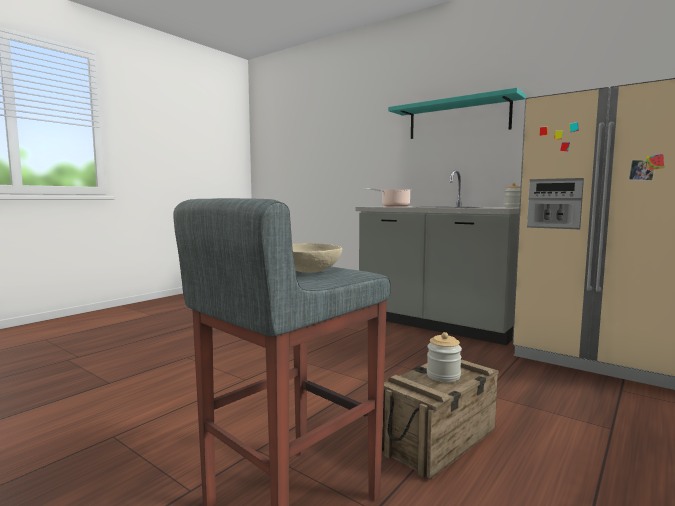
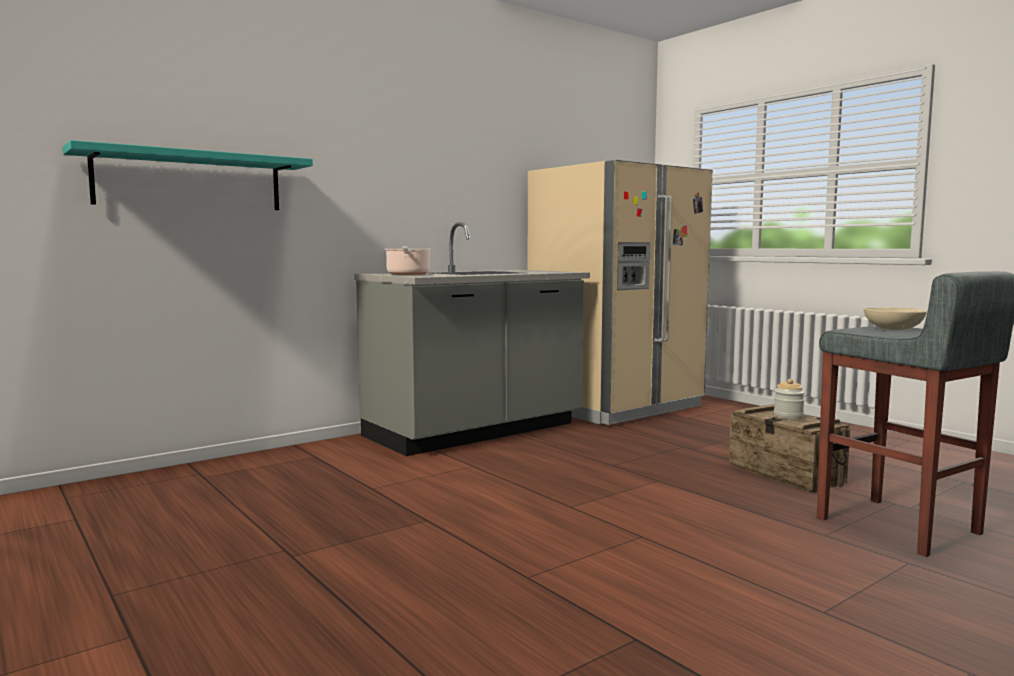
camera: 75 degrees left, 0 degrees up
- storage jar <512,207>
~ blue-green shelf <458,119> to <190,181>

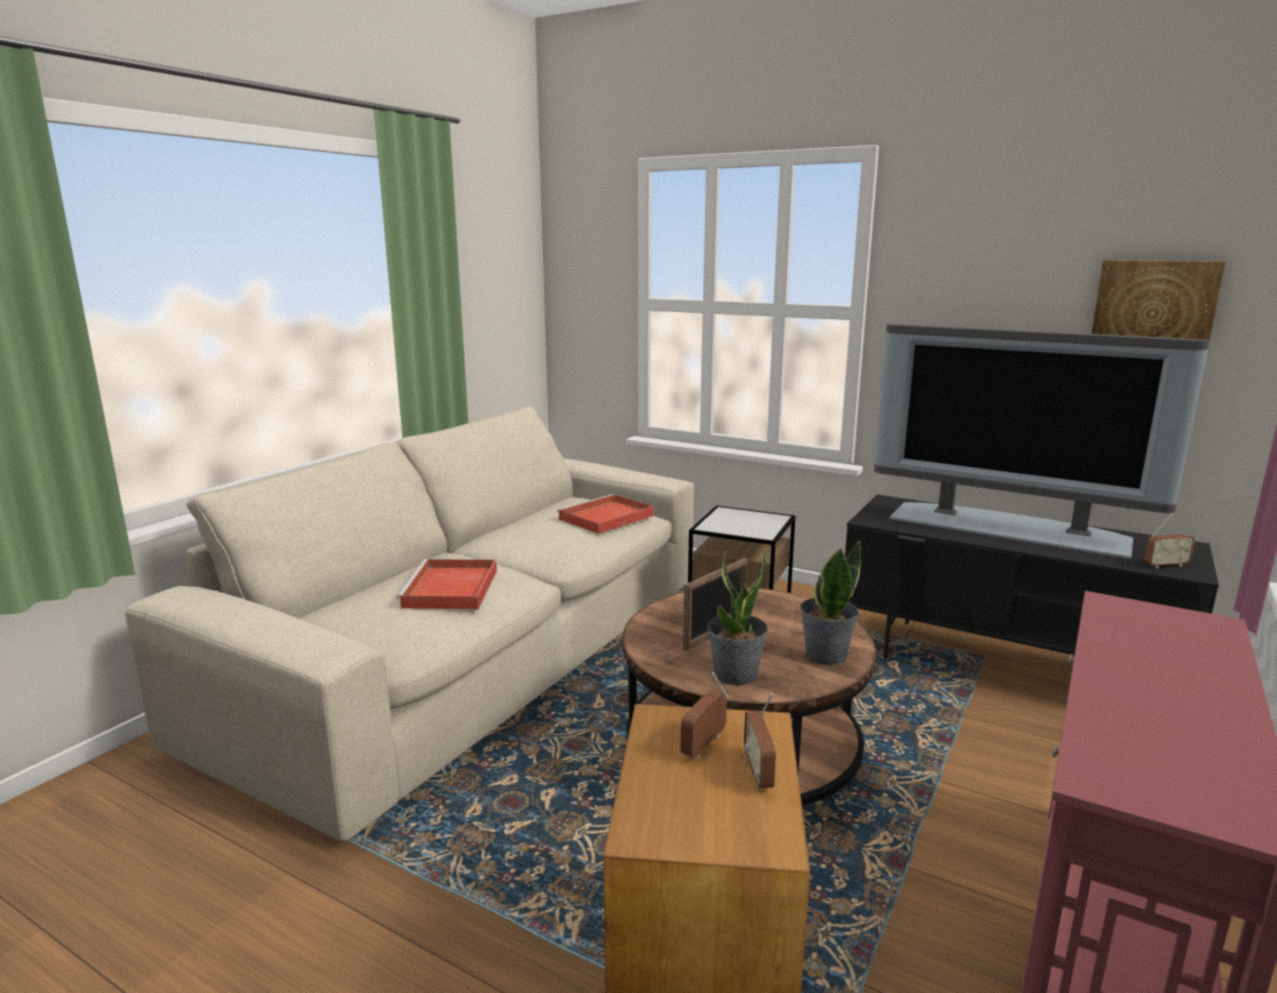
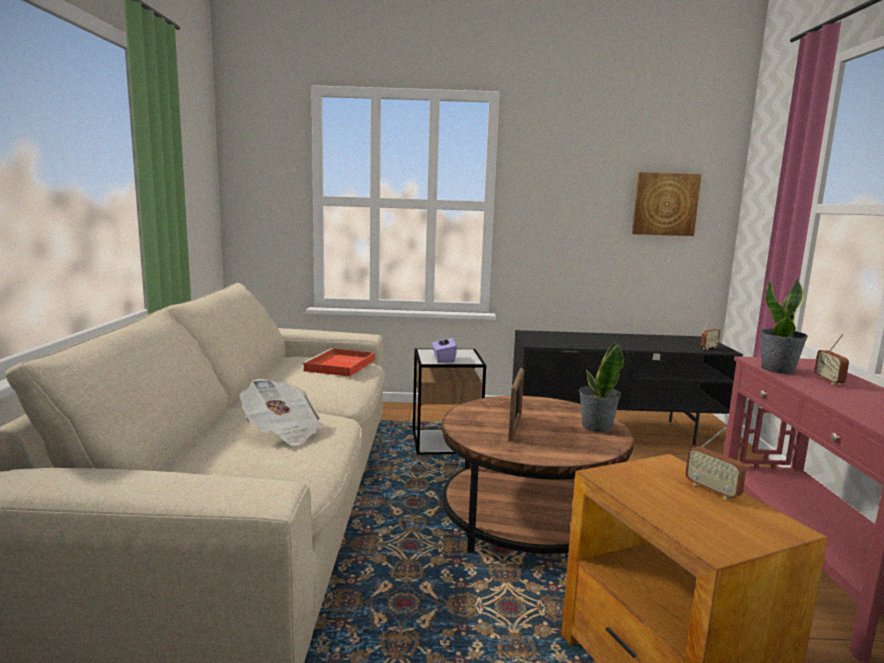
camera: 30 degrees left, 5 degrees down
- TV <1007,527>
+ purple tissue box <443,359>
~ radio receiver <704,745> to <829,381>
~ potted plant <735,675> to <778,369>
~ red carrying tray <451,589> to daily paper <282,431>

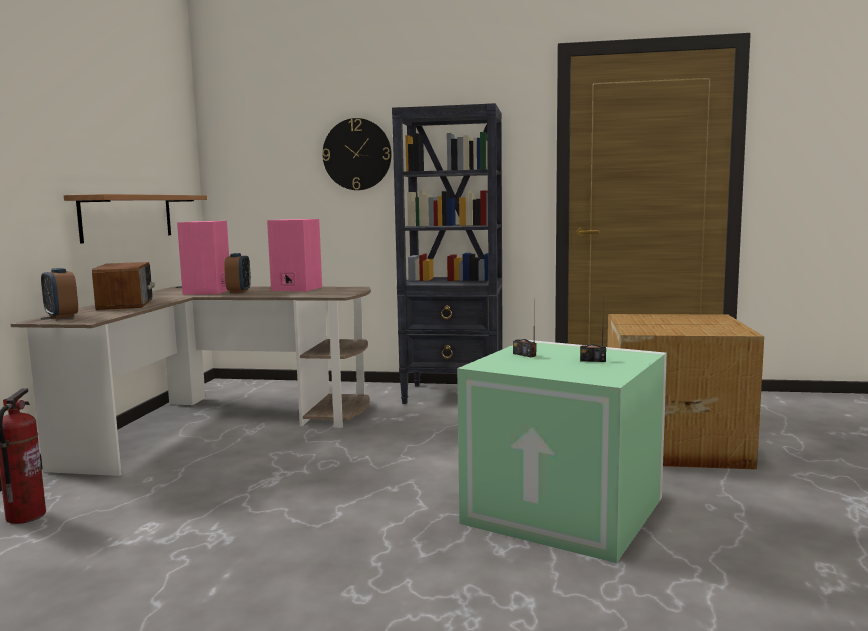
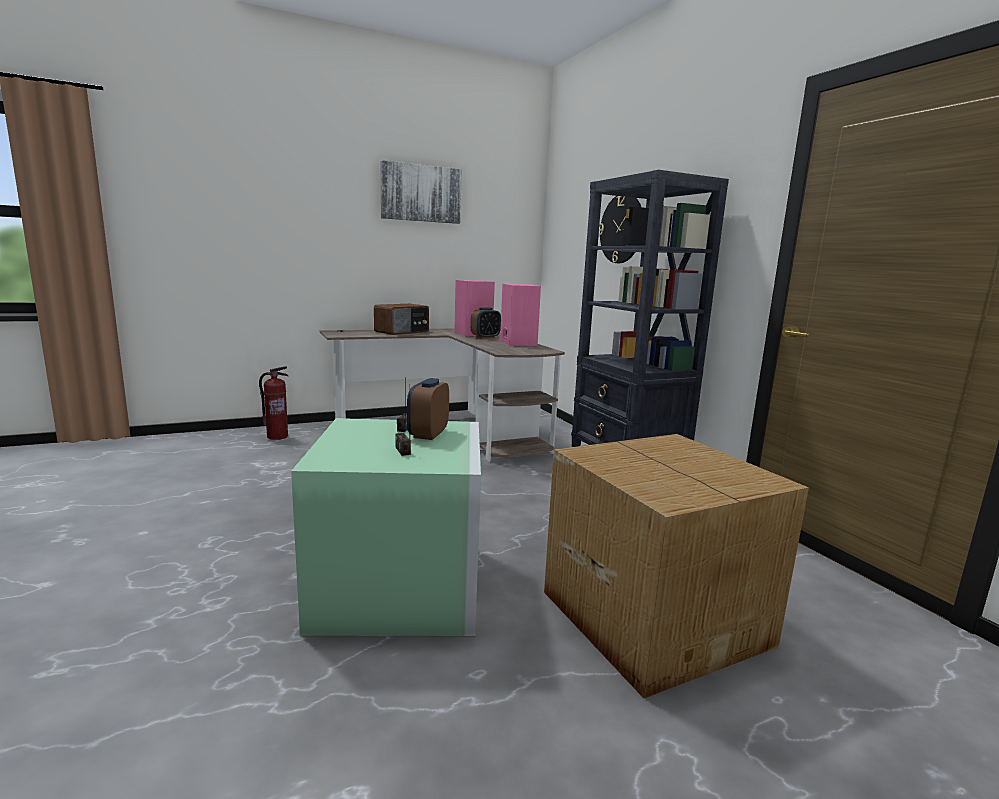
camera: 55 degrees right, 5 degrees up
- shelf <127,217>
+ wall art <421,193>
~ bedside clock <61,316> to <428,434>

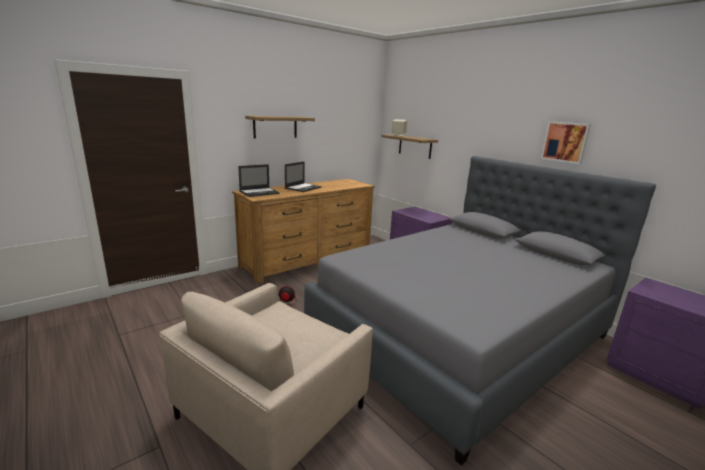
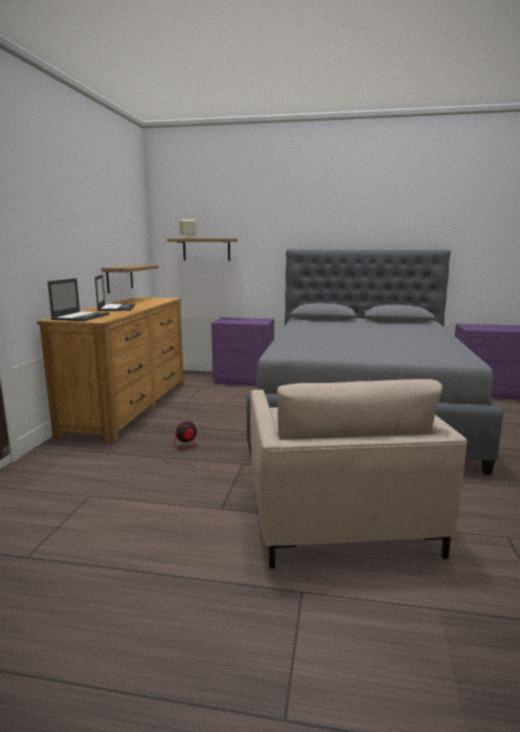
camera: 40 degrees left, 5 degrees down
- wall art <565,142>
~ shelf <275,127> to <119,278>

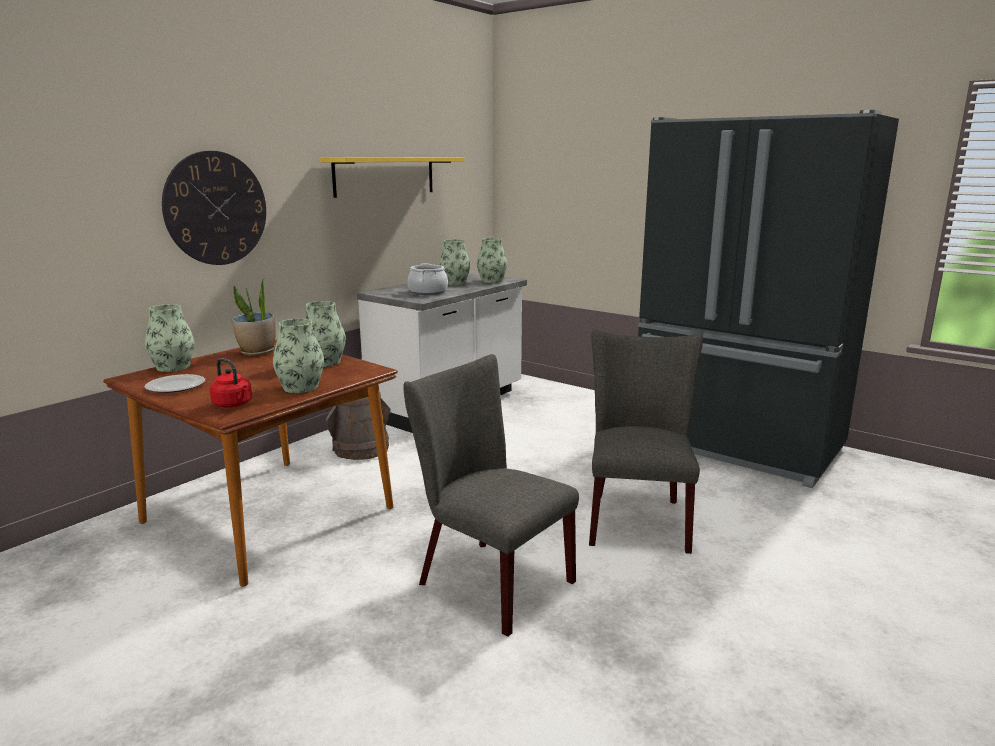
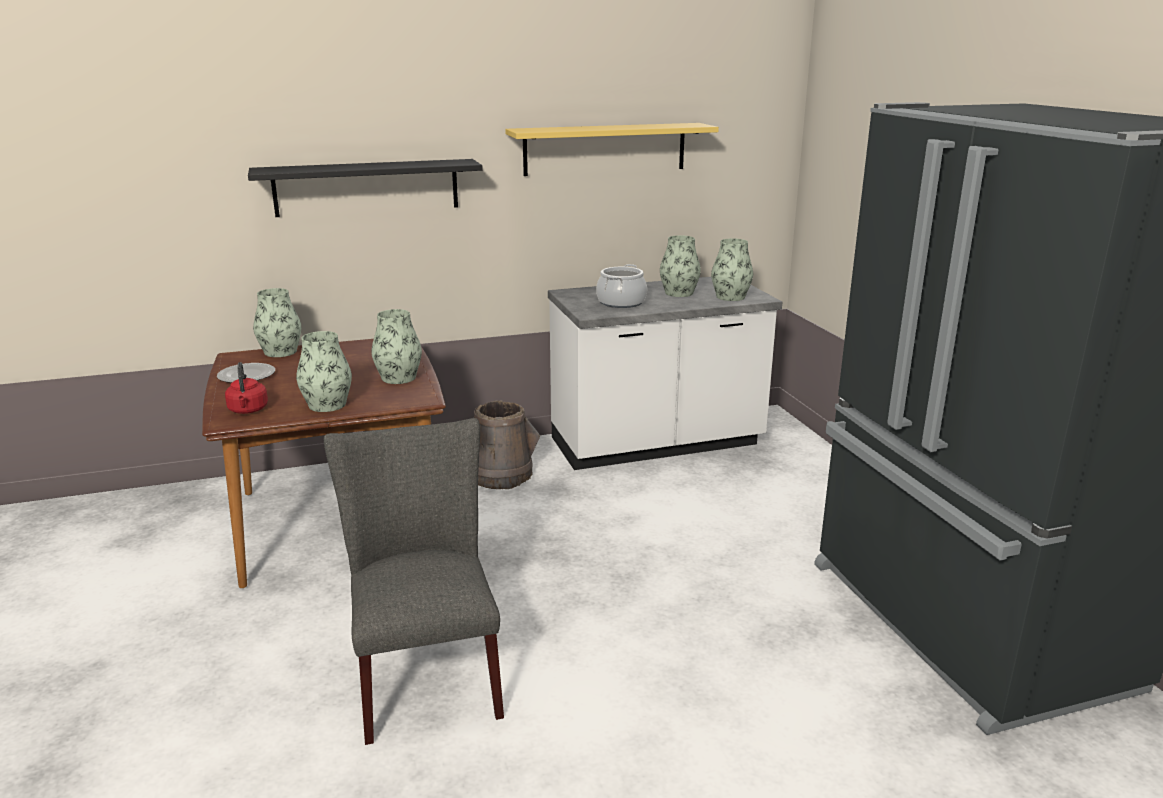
camera: 35 degrees right, 5 degrees up
- potted plant <257,352>
- greyish plain chair <636,517>
~ wall clock <216,208> to blackish shelf <367,187>

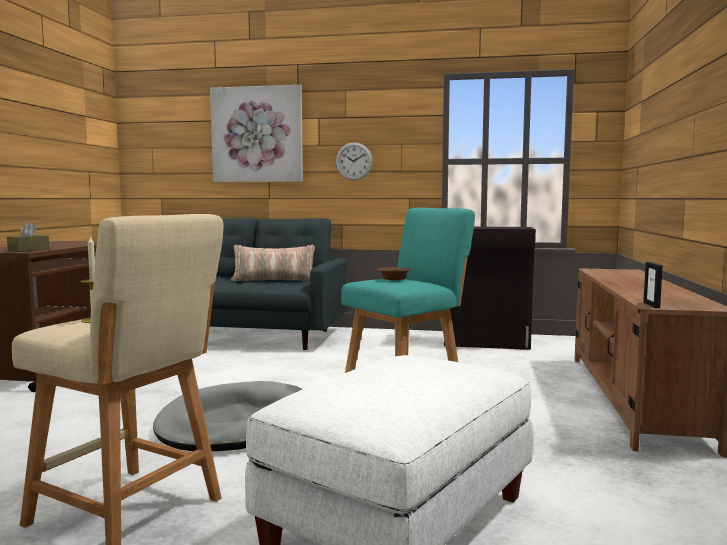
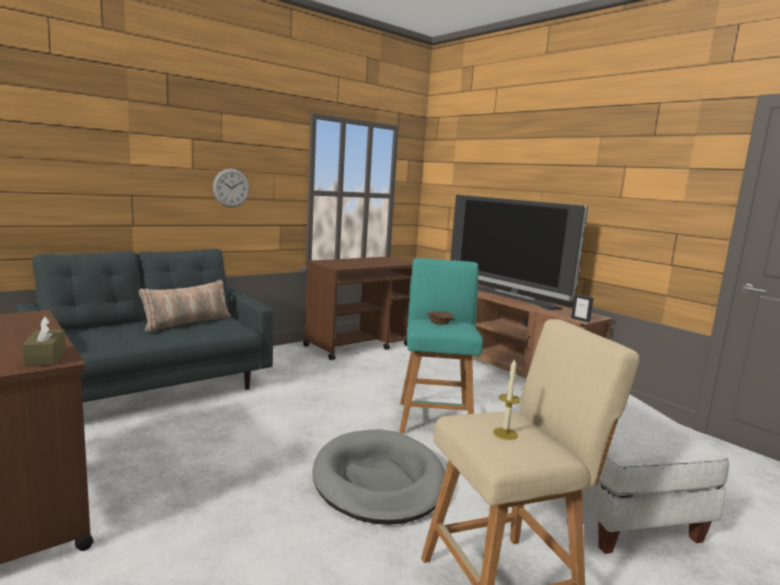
camera: 50 degrees left, 5 degrees up
- wall art <257,134>
+ TV <510,297>
~ blackish cupboard <487,343> to brown-coloured cart <358,345>

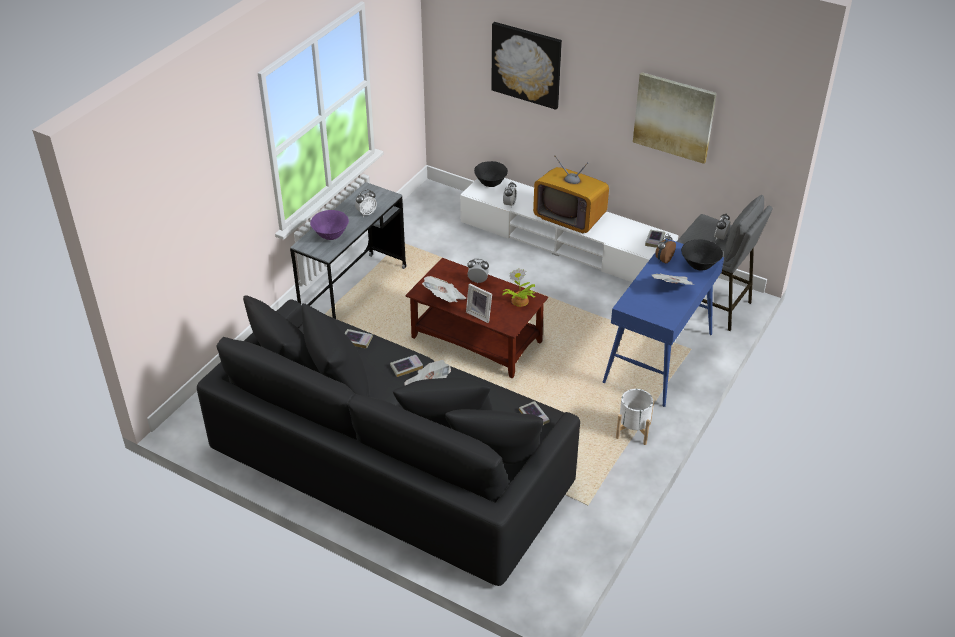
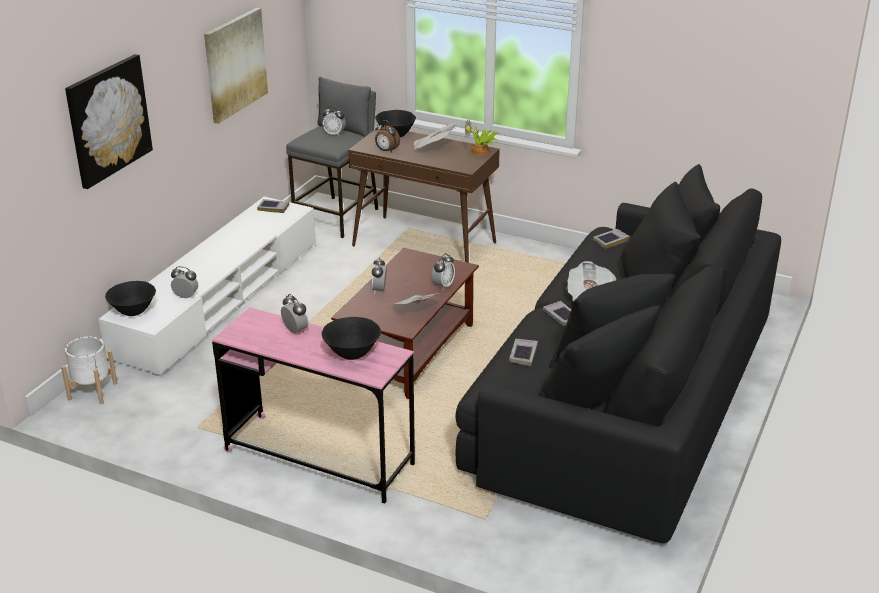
camera: 95 degrees left, 10 degrees down
- TV <570,217>
~ potted plant <519,301> to <481,151>
~ white-coloured flower pot <633,431> to <92,391>
~ standing frame <480,314> to bedside clock <443,286>
~ greyish desk <354,294> to pinkish desk <319,458>
~ purple bowl <331,236> to blackish bowl <352,354>
~ bluish narrow table <658,358> to brown-coloured narrow table <425,244>

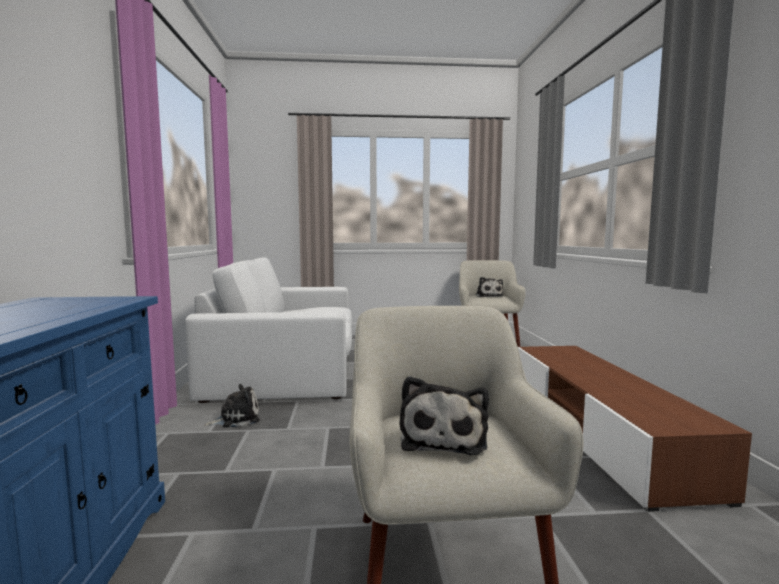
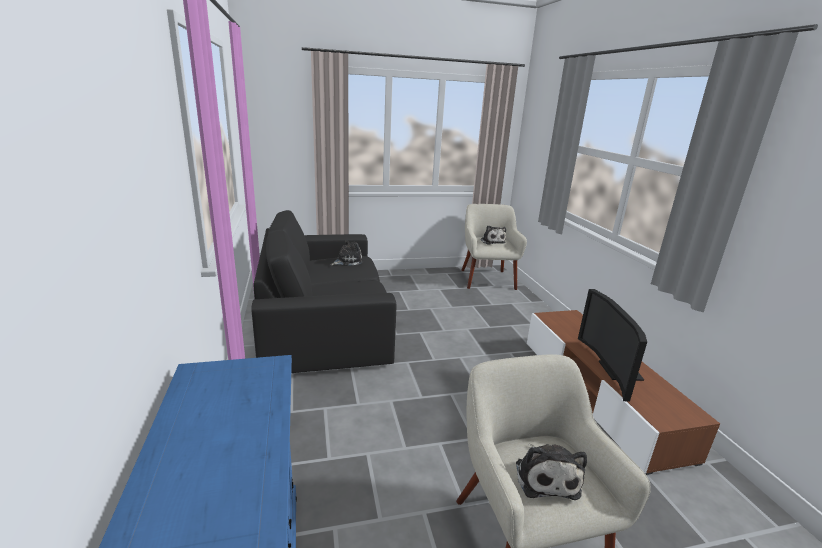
camera: 10 degrees left, 15 degrees up
+ TV <614,370>
~ plush toy <236,419> to <347,261>
~ white-coloured couch <289,368> to blackish couch <324,322>

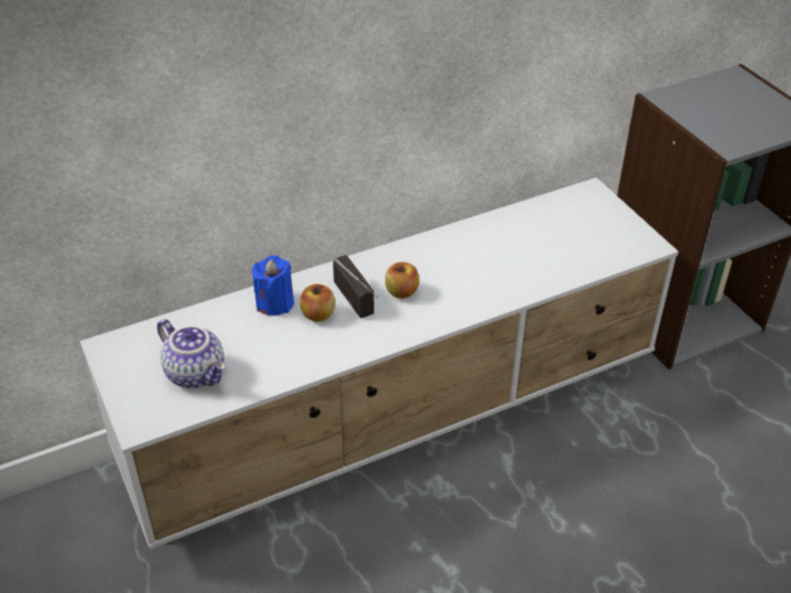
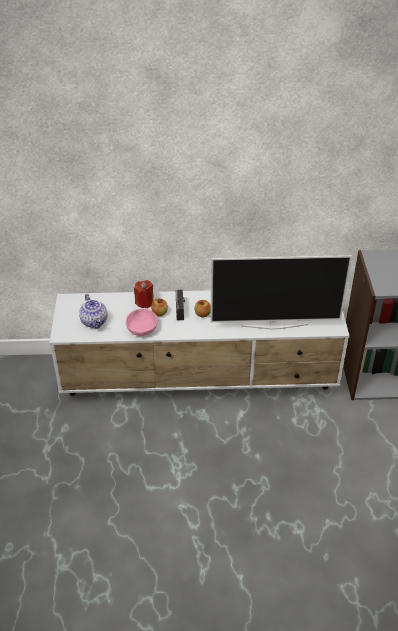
camera: 25 degrees right, 0 degrees up
+ pinkish bowl <143,329>
+ TV <274,324>
~ bluish wax candle <275,303> to red wax candle <144,302>

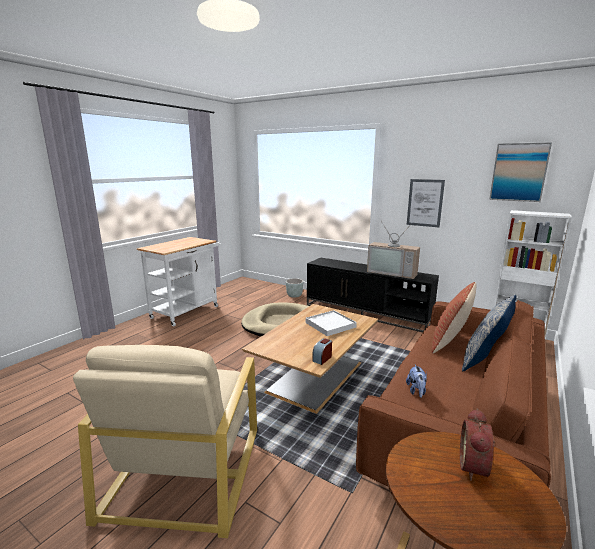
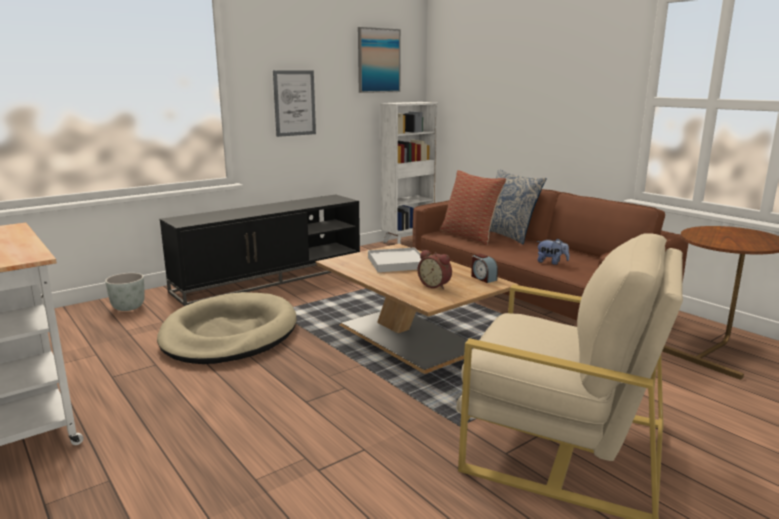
camera: 70 degrees left, 0 degrees up
- TV <393,272>
~ bedside clock <475,467> to <435,285>

